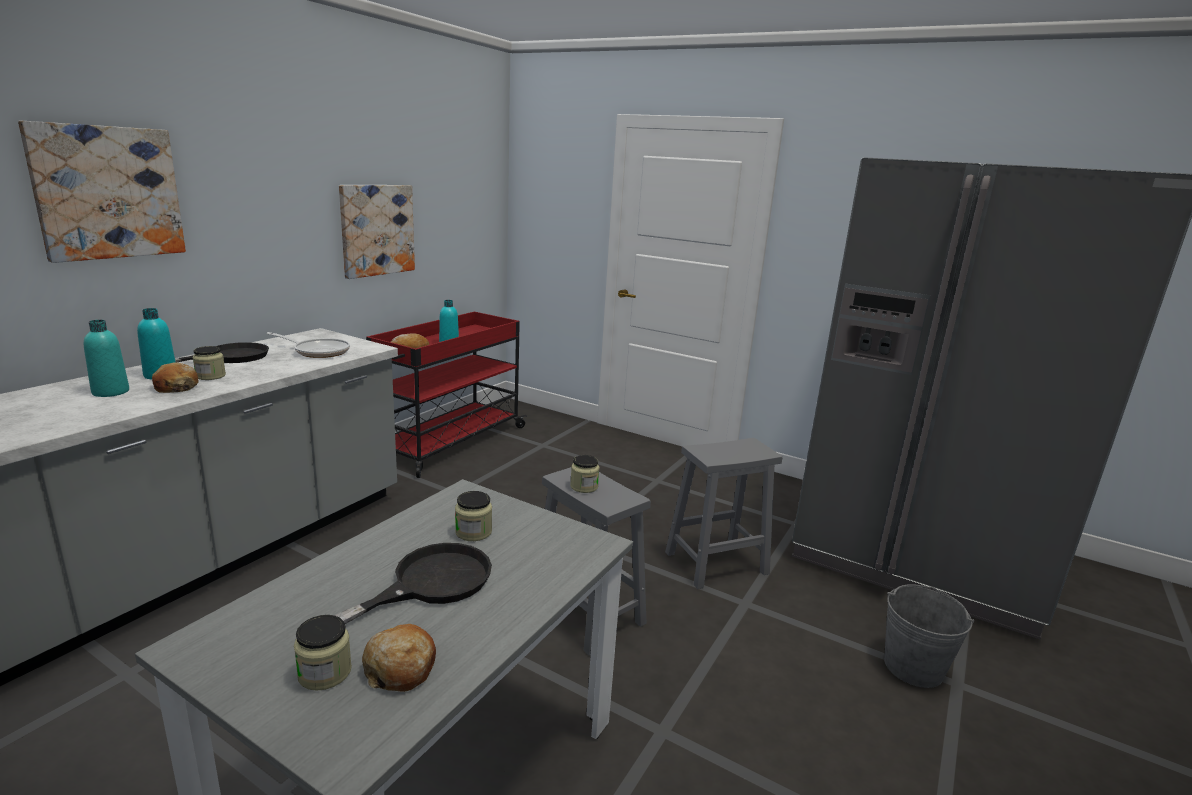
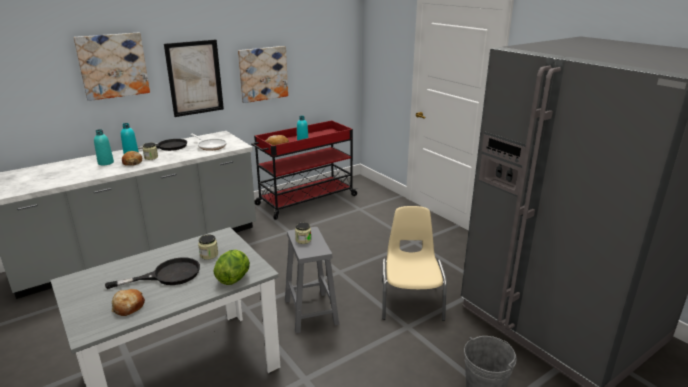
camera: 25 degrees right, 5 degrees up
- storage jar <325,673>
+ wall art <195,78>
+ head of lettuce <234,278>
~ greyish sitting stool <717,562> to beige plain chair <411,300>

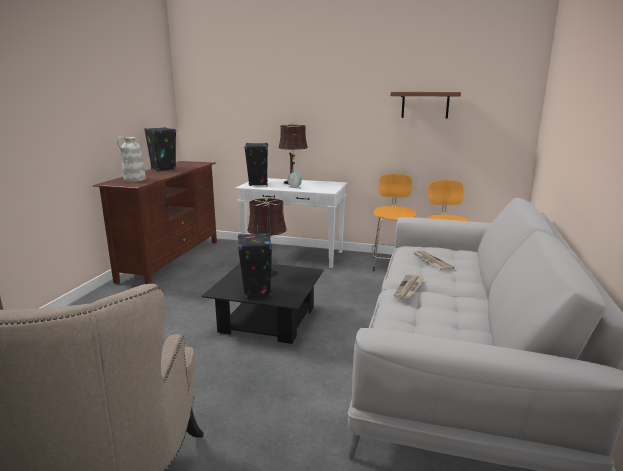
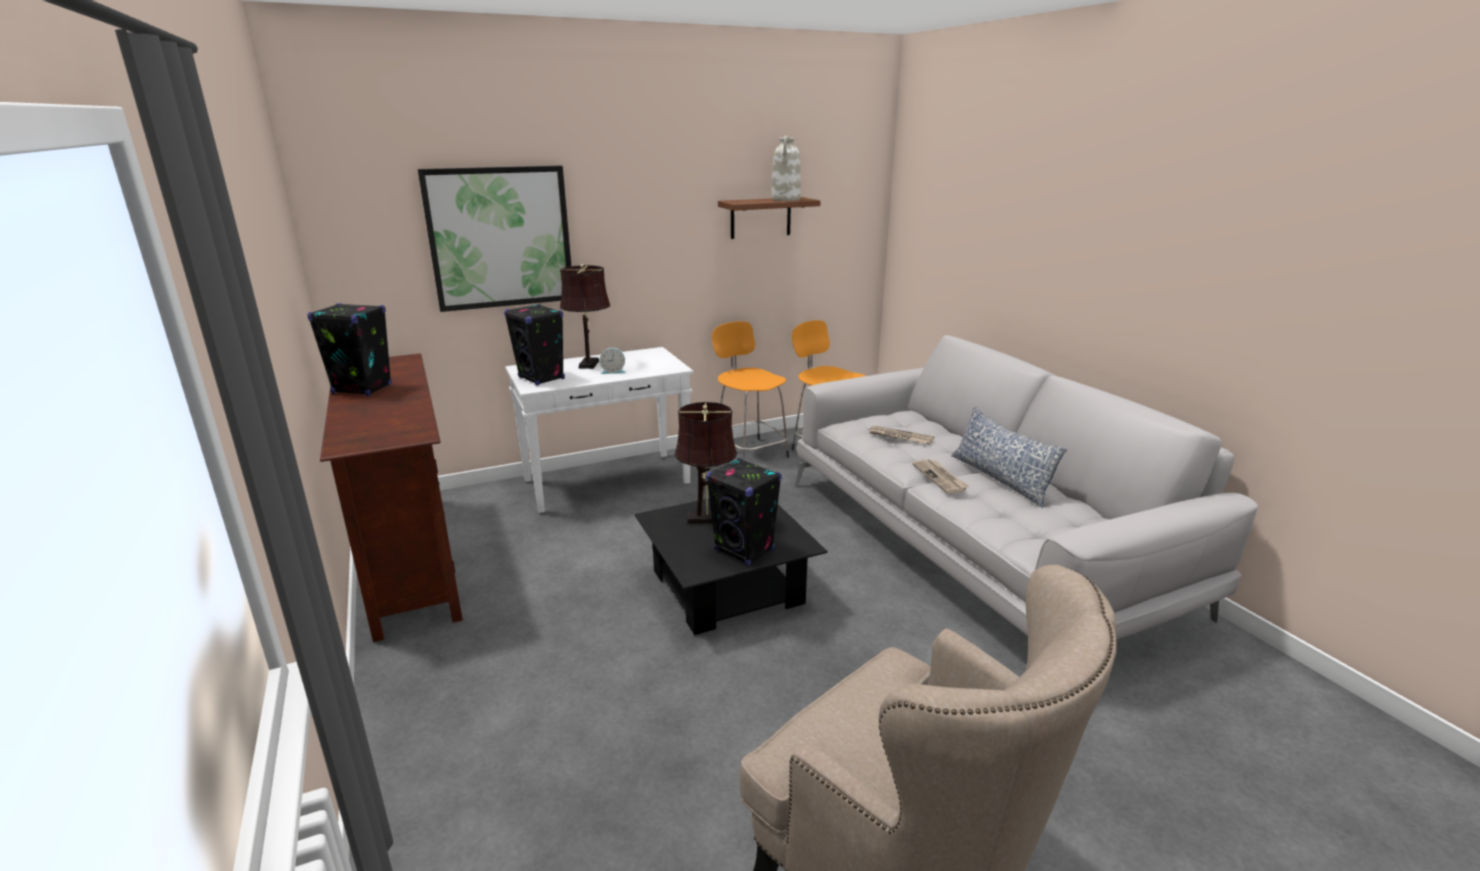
camera: 40 degrees left, 5 degrees up
+ wall art <500,238>
+ cushion <1000,478>
~ white-coloured flower vase <134,179> to <786,199>

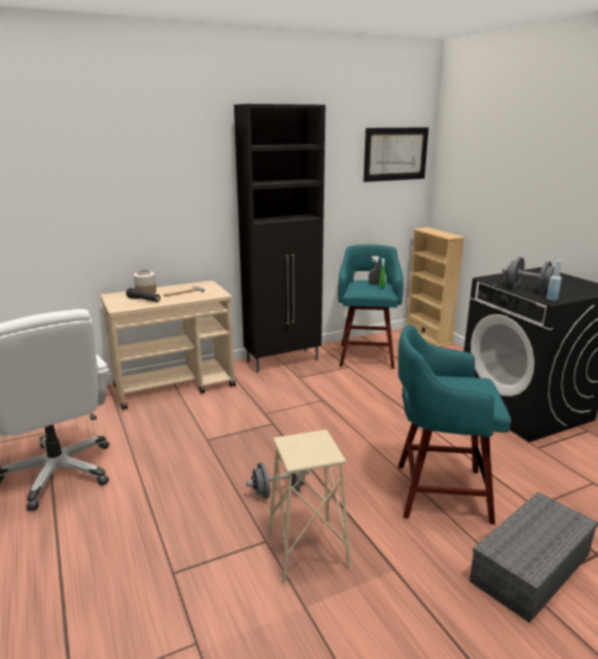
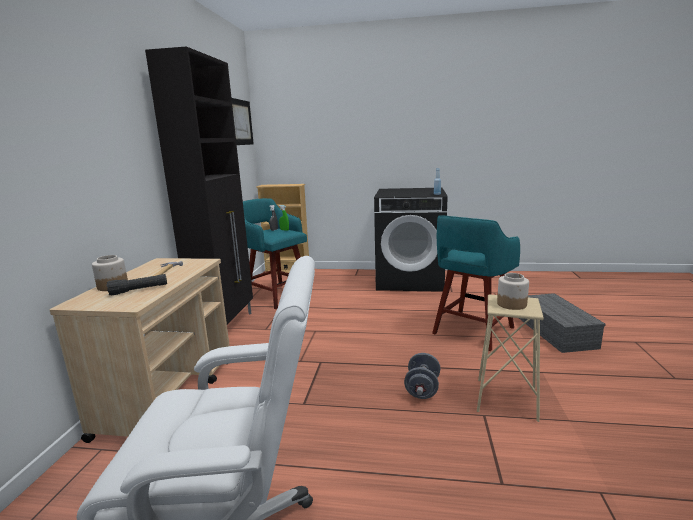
camera: 55 degrees left, 5 degrees down
- greyish hand weight <528,289>
+ storage jar <512,304>

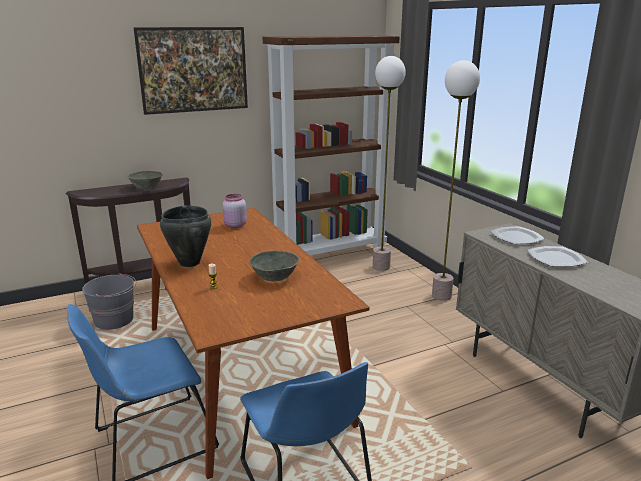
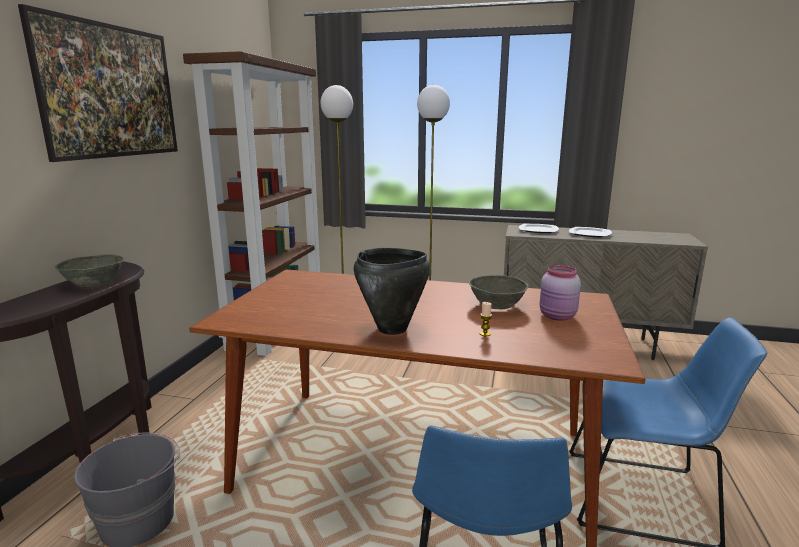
camera: 50 degrees left, 5 degrees down
~ pinkish storage jar <234,225> to <557,316>

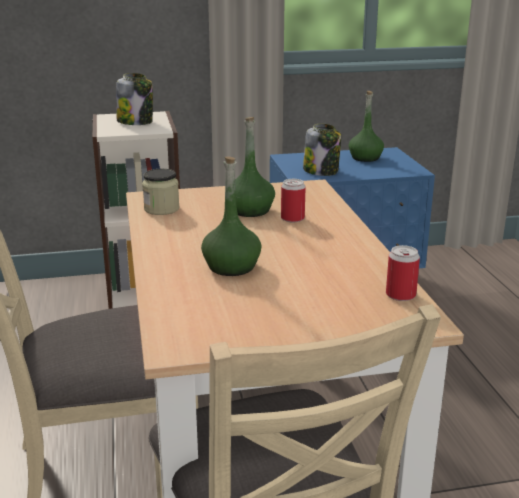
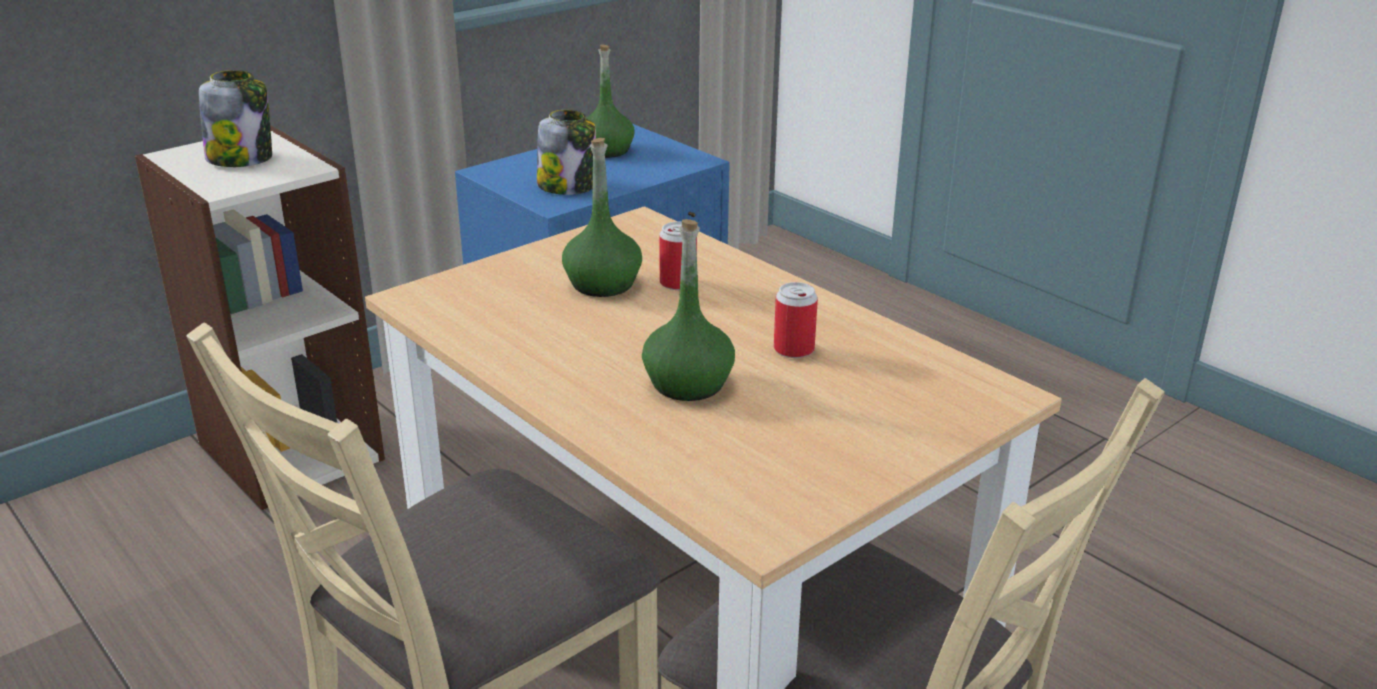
camera: 30 degrees left, 5 degrees up
- storage jar <161,209>
~ can <400,295> to <793,349>

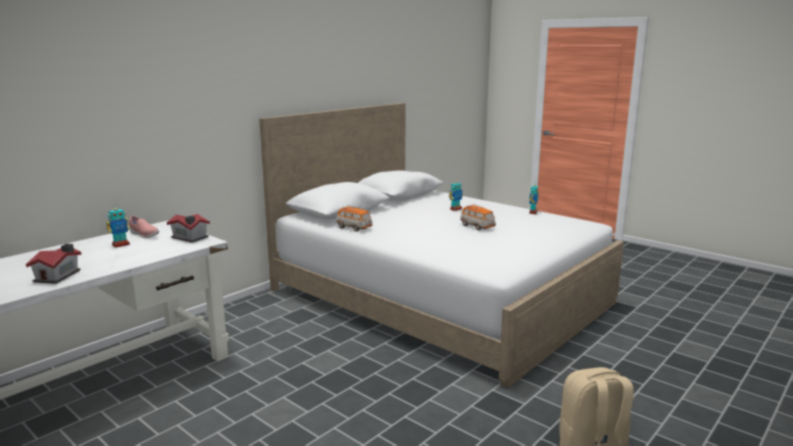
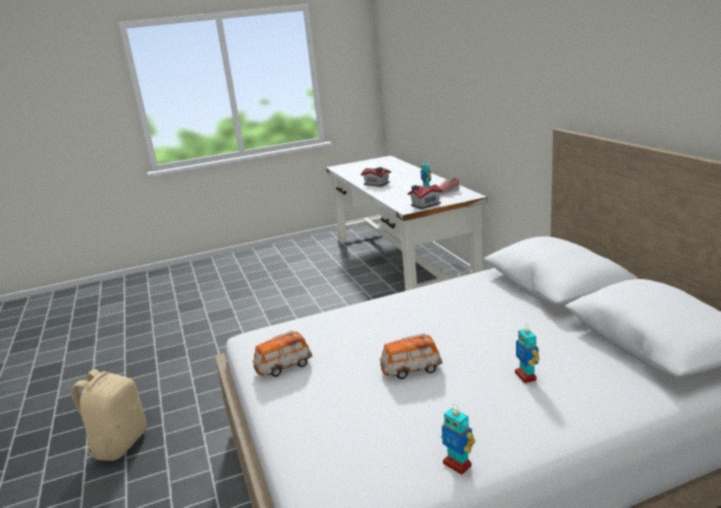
camera: 120 degrees right, 5 degrees up
~ miniature car <354,228> to <283,366>

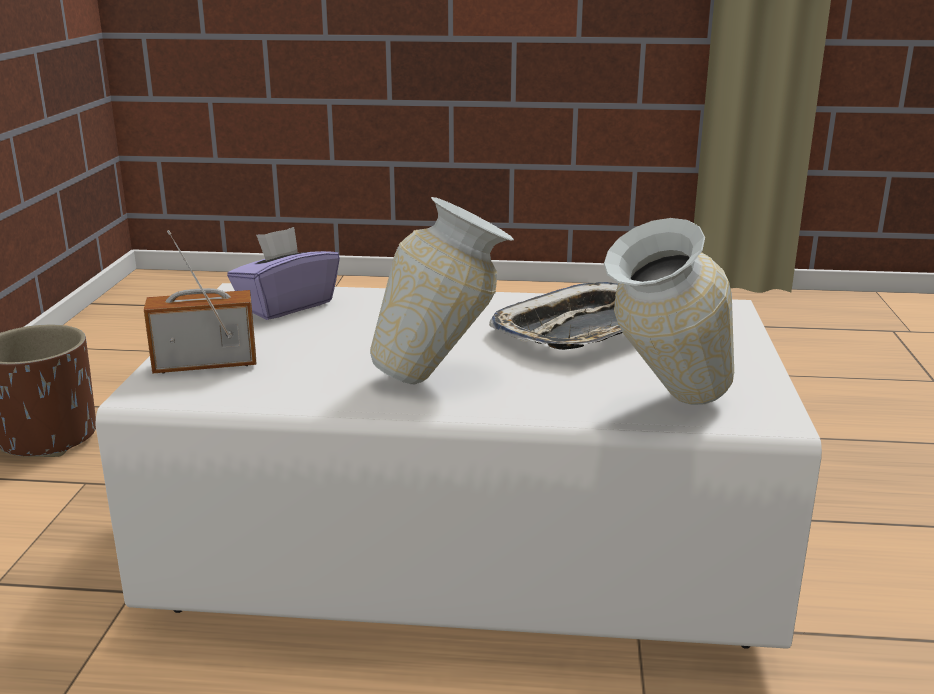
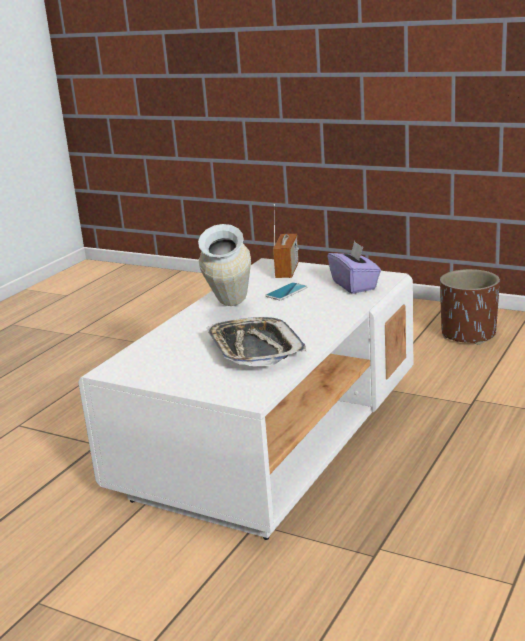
camera: 115 degrees right, 0 degrees up
- flower vase <662,409>
+ handset <286,292>

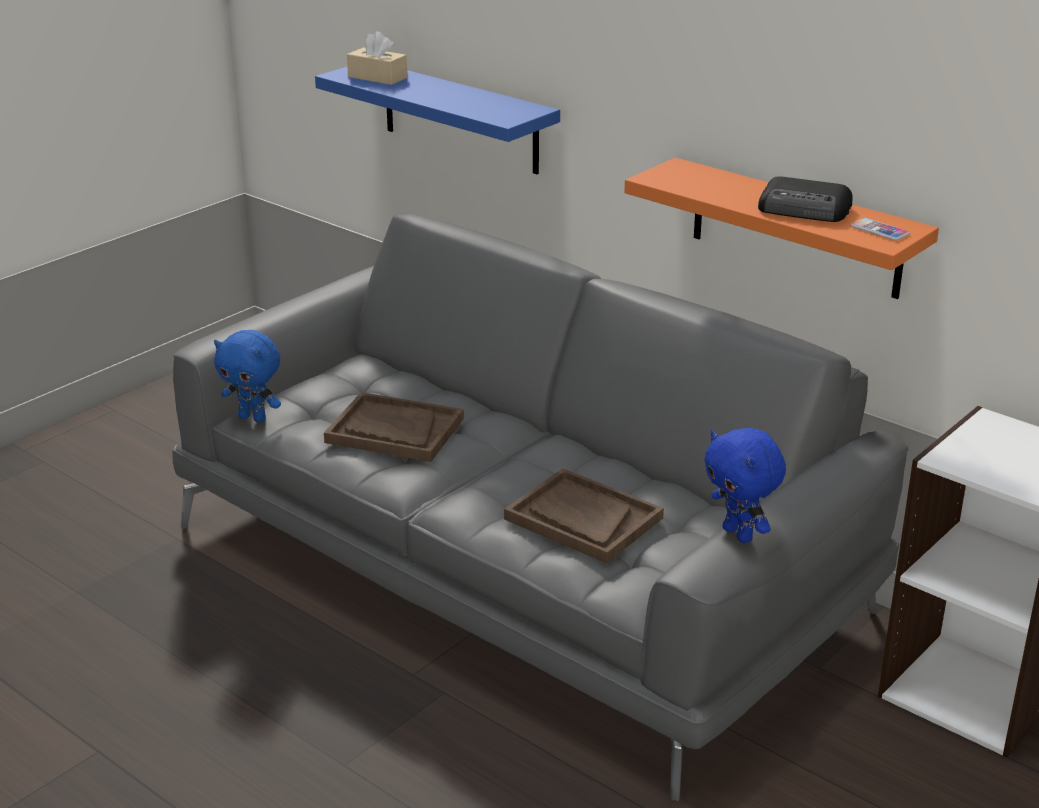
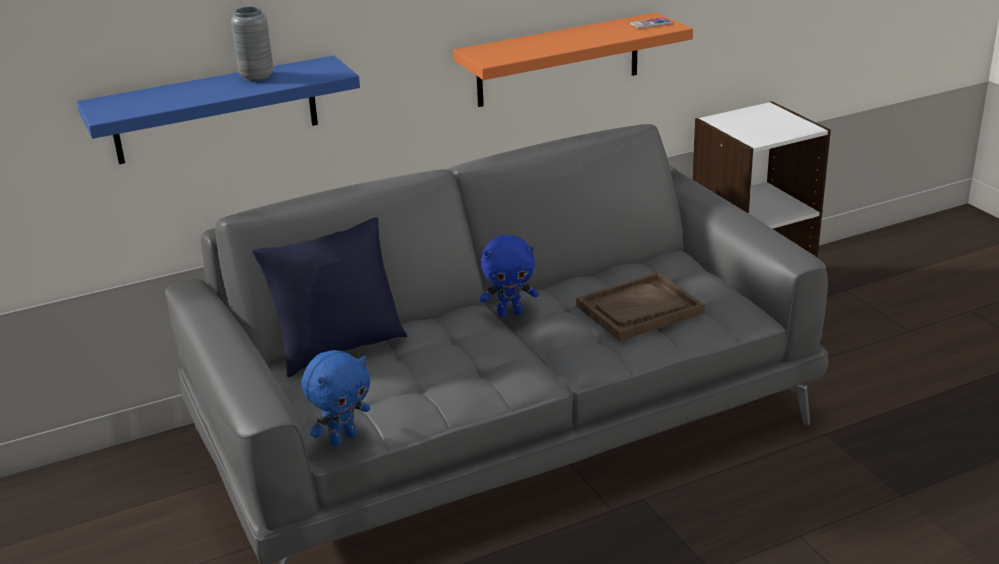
camera: 65 degrees left, 0 degrees up
- brown-coloured carrying tray <394,430>
- beige tissue box <377,77>
- radio receiver <805,209>
+ greyish flower vase <257,77>
+ bluish cushion <338,348>
~ bluish plush toy <739,534> to <510,313>

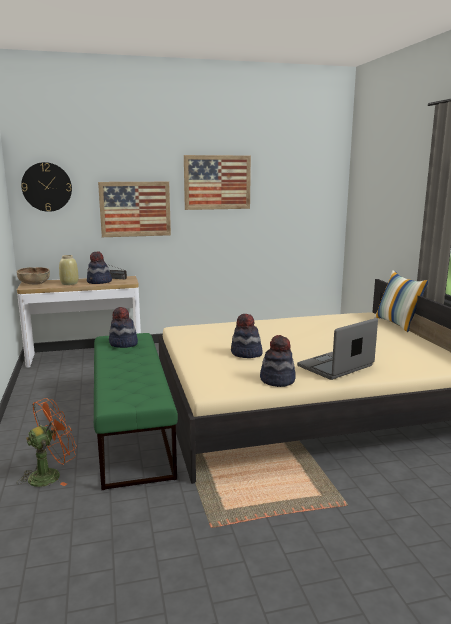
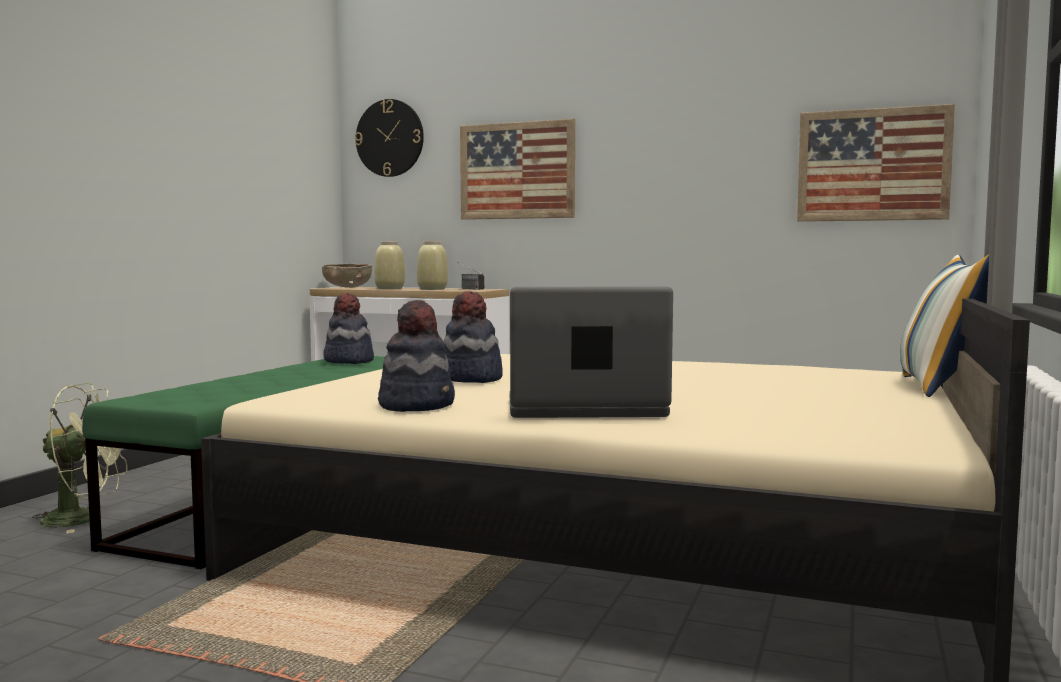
camera: 35 degrees right, 10 degrees down
~ wall art <217,182> to <873,165>
~ clothing hat <99,282> to beige flower vase <432,289>
~ orangey fan <50,474> to green-coloured fan <83,519>

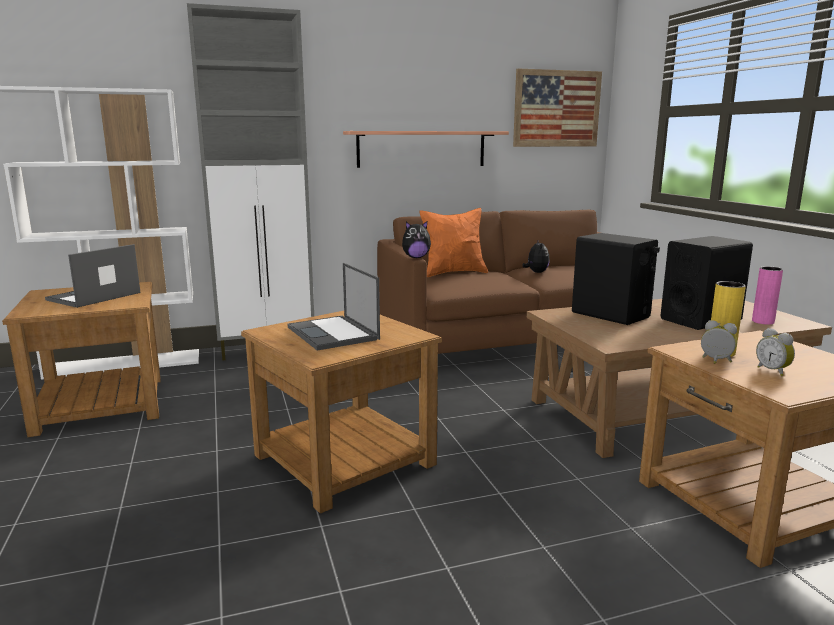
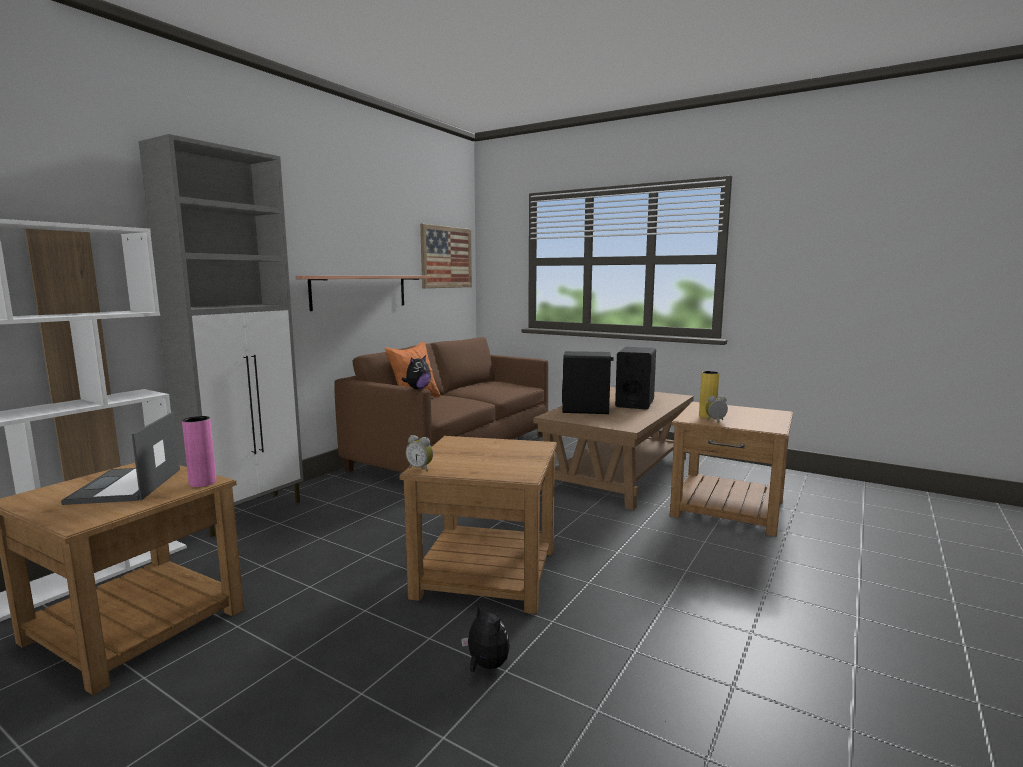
camera: 40 degrees left, 5 degrees down
- laptop <333,333>
~ plush toy <536,272> to <486,666>
~ pinkish flower vase <763,321> to <202,483>
~ bedside clock <773,371> to <420,468>

